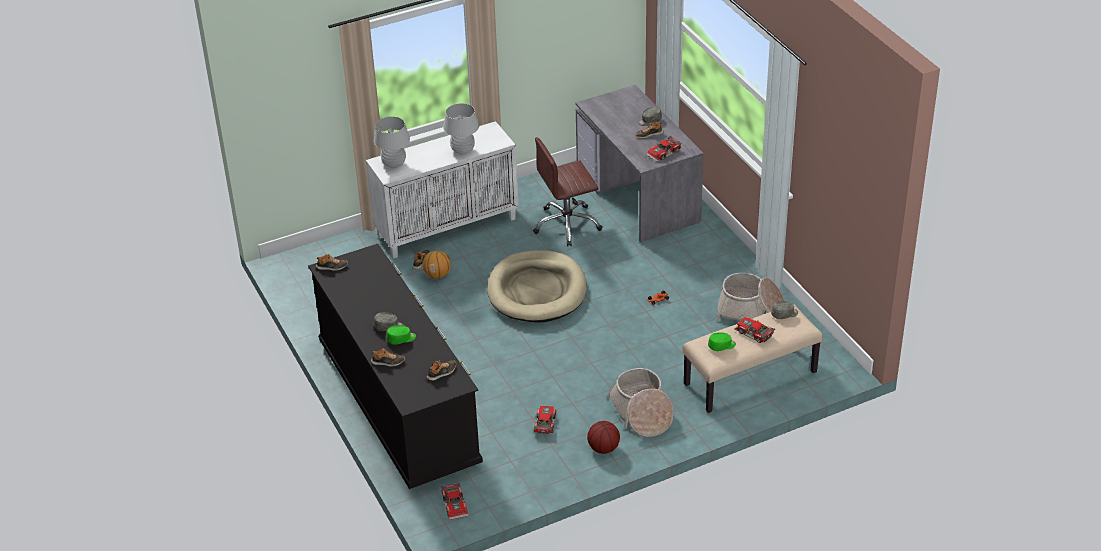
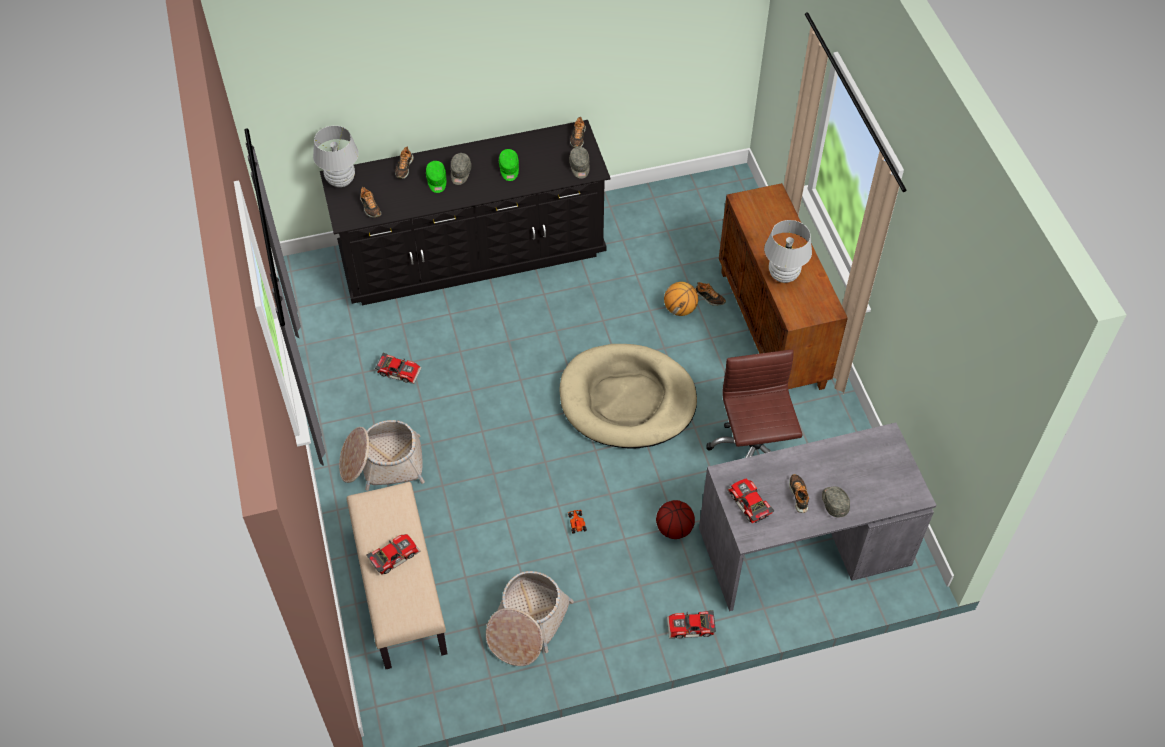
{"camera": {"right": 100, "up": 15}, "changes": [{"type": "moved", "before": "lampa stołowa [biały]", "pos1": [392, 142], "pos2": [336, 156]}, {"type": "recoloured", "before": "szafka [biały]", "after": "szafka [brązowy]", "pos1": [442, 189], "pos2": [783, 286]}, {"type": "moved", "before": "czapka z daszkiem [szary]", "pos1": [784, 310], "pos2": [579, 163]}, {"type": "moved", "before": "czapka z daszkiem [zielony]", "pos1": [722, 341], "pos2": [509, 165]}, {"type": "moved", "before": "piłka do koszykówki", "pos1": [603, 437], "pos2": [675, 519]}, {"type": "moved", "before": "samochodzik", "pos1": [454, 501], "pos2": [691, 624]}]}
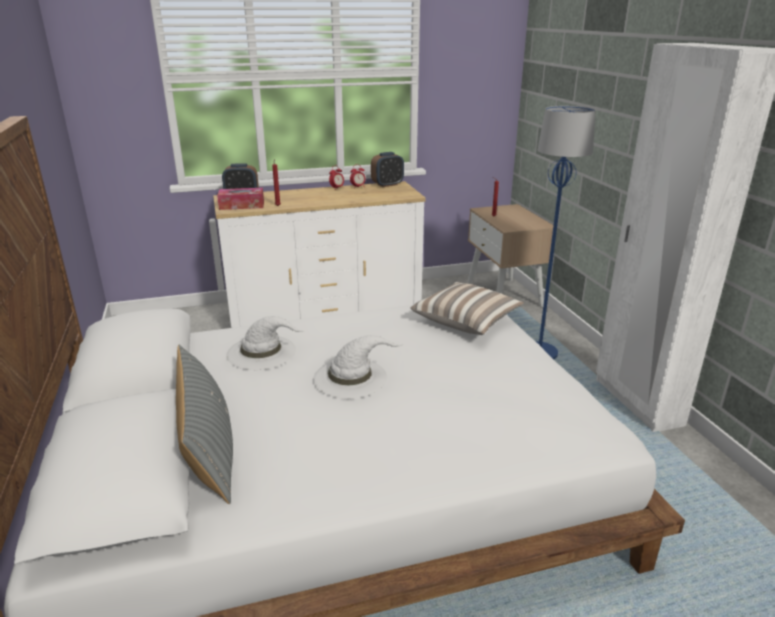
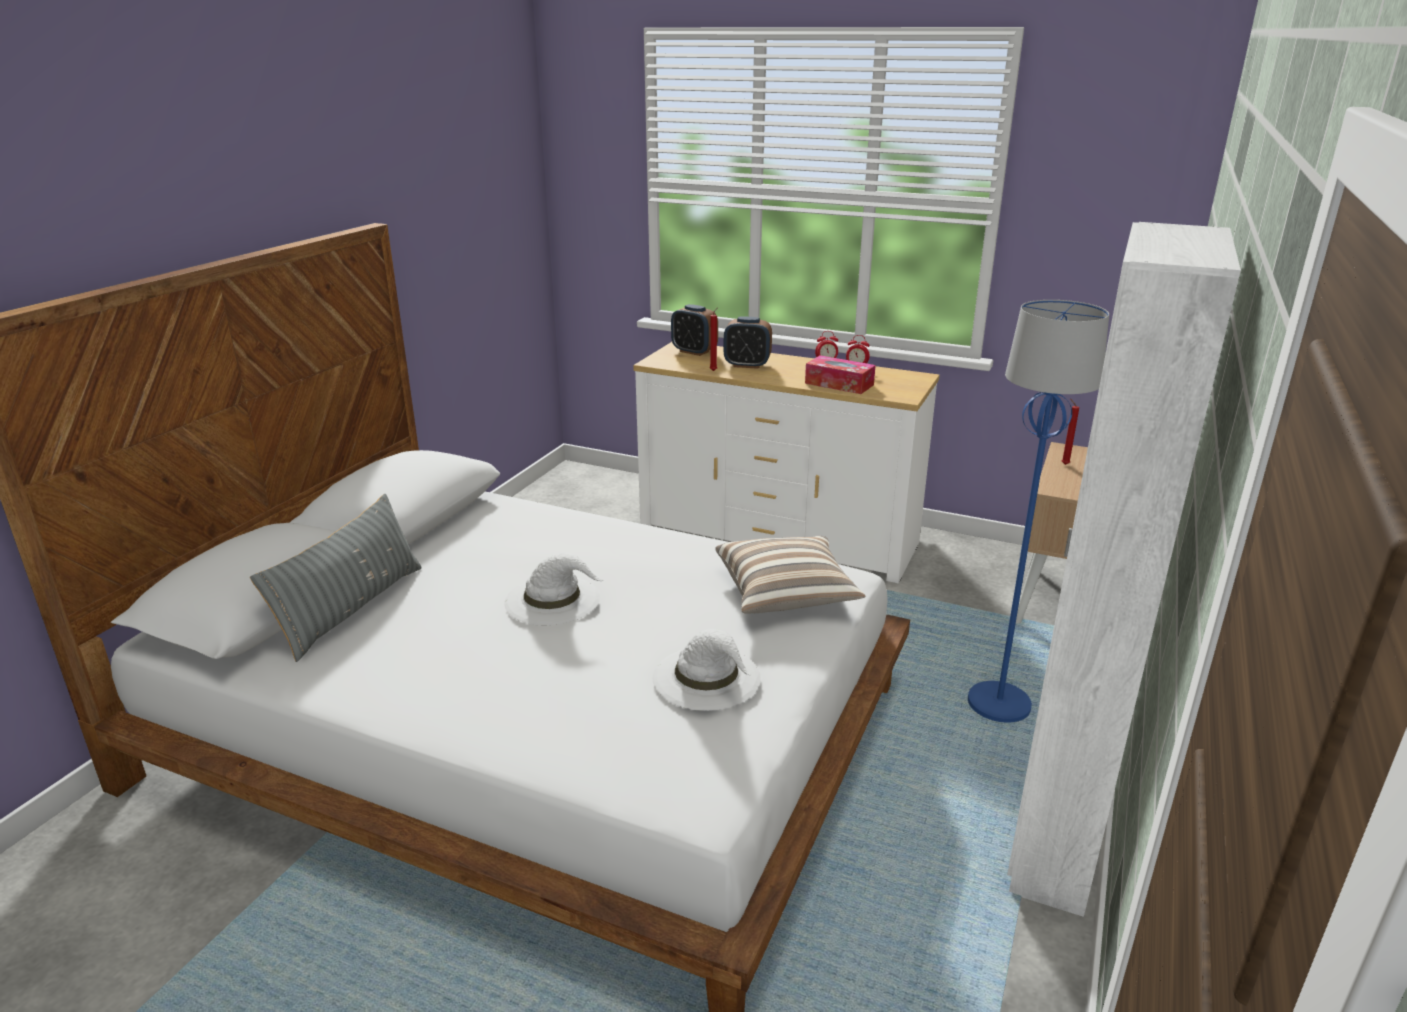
{"camera": {"right": 40, "up": 0}, "changes": [{"type": "moved", "before": "budzik", "pos1": [387, 169], "pos2": [748, 343]}, {"type": "moved", "before": "pudełko chusteczek", "pos1": [240, 199], "pos2": [840, 374]}, {"type": "moved", "before": "kapelusz [biały]", "pos1": [265, 343], "pos2": [707, 670]}]}
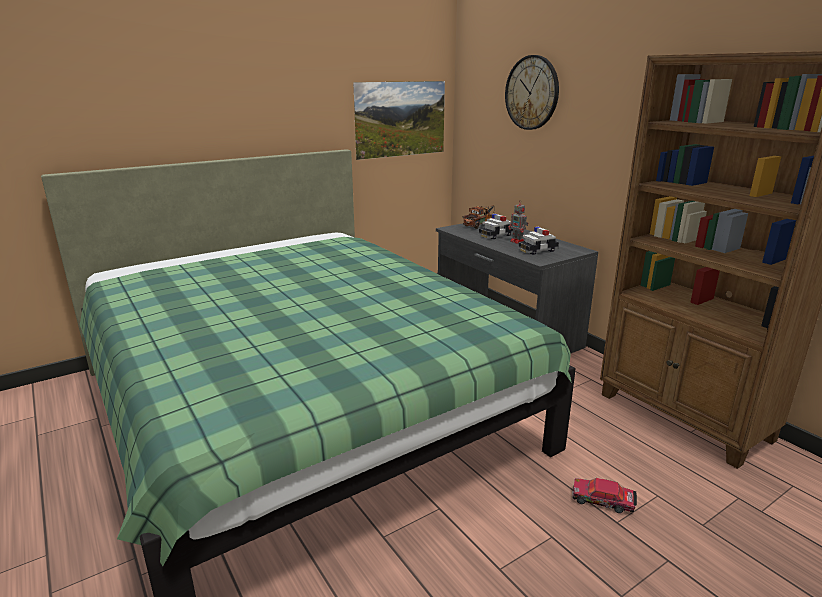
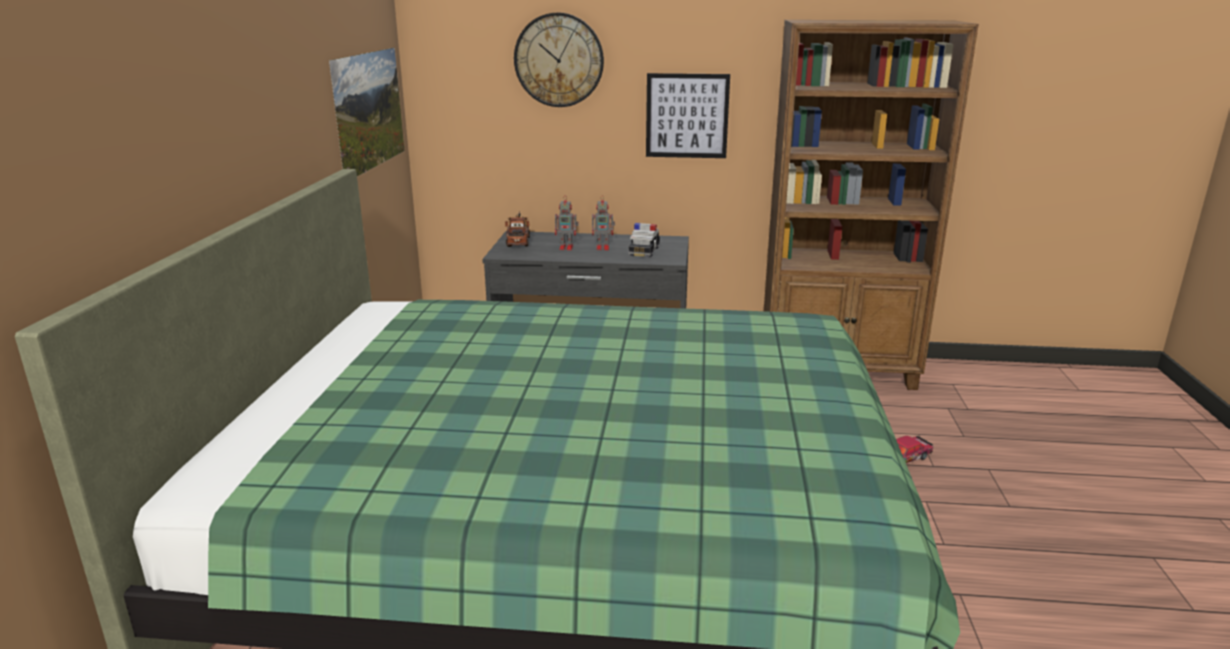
{"camera": {"right": -50, "up": 0}, "changes": [{"type": "replaced", "before": "samochodzik", "after": "robot zabawkowy", "pos1": [496, 226], "pos2": [567, 224]}, {"type": "added", "after": "obraz", "pos2": [688, 115]}]}
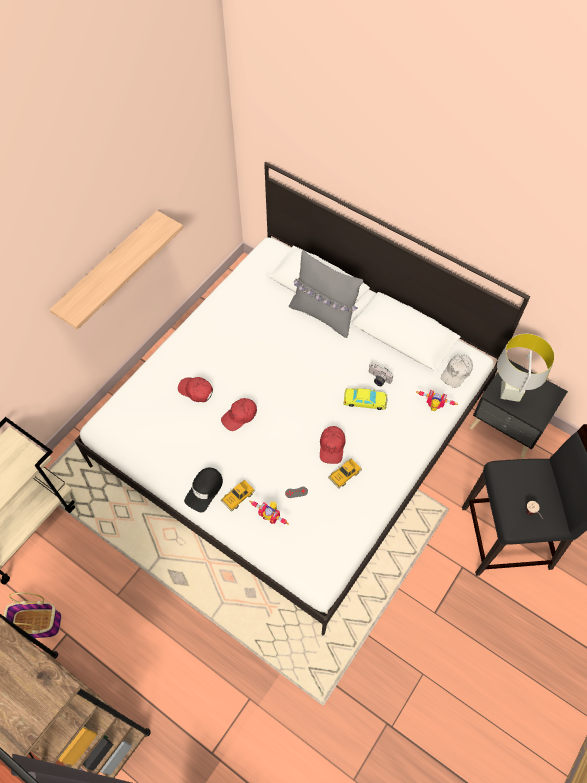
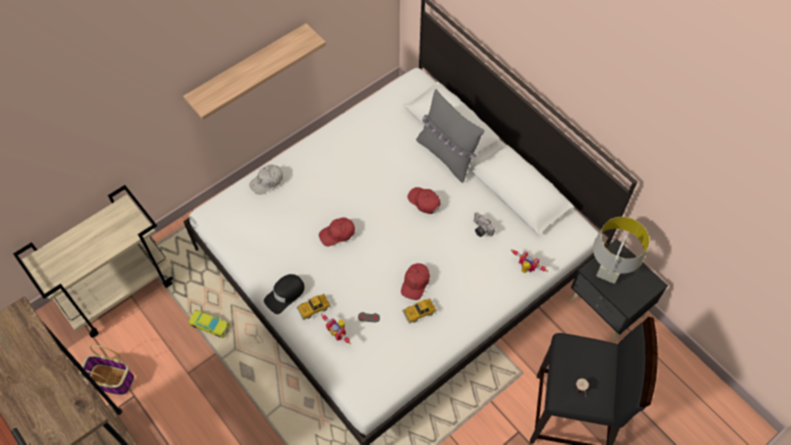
{"camera": {"right": 15, "up": 0}, "changes": [{"type": "moved", "before": "czapka z daszkiem [biały]", "pos1": [457, 371], "pos2": [266, 179]}, {"type": "moved", "before": "czapka z daszkiem [czerwony]", "pos1": [195, 389], "pos2": [424, 200]}, {"type": "moved", "before": "samochodzik [żółty]", "pos1": [365, 399], "pos2": [209, 324]}]}
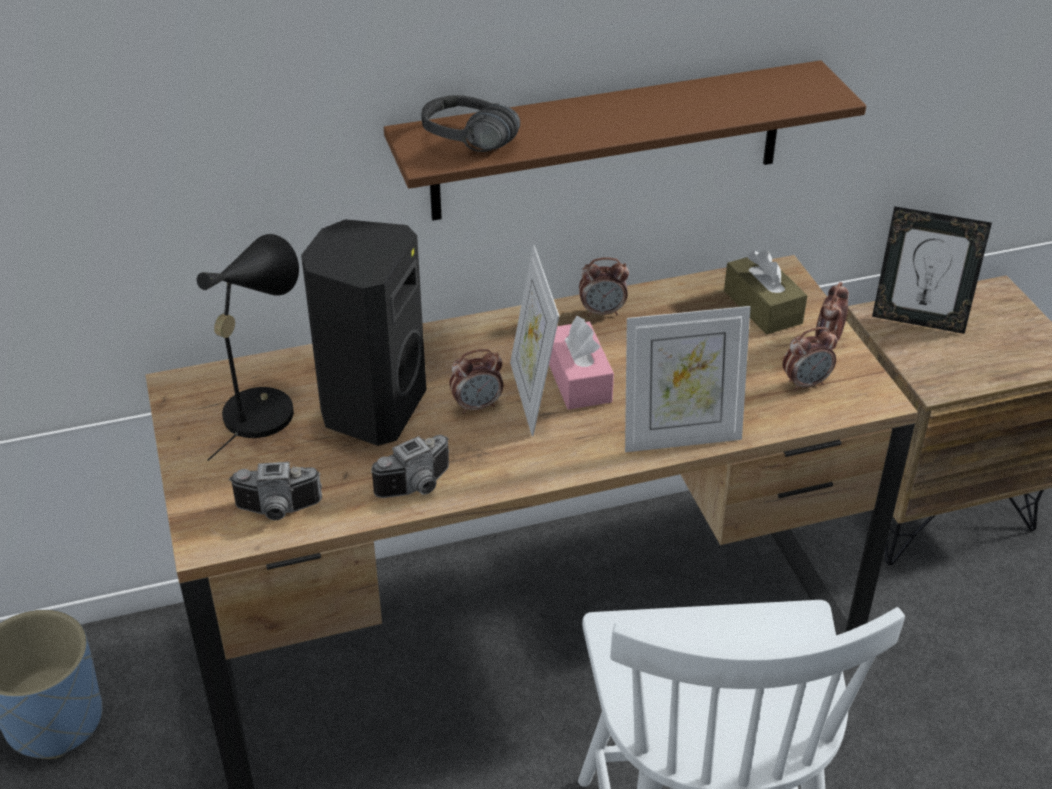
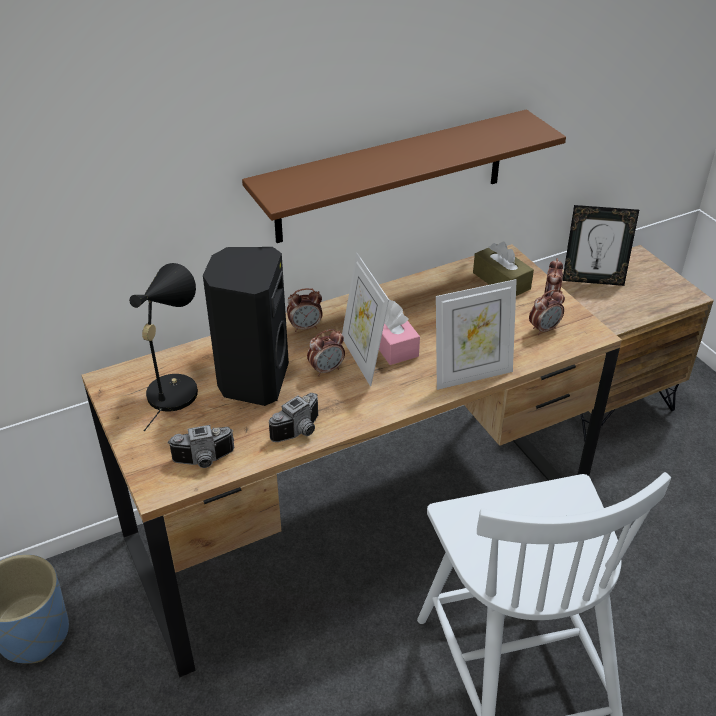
{"camera": {"right": -10, "up": 0}, "changes": [{"type": "removed", "before": "słuchawki [czarny]", "pos1": [471, 123]}, {"type": "moved", "before": "budzik", "pos1": [604, 287], "pos2": [305, 310]}]}
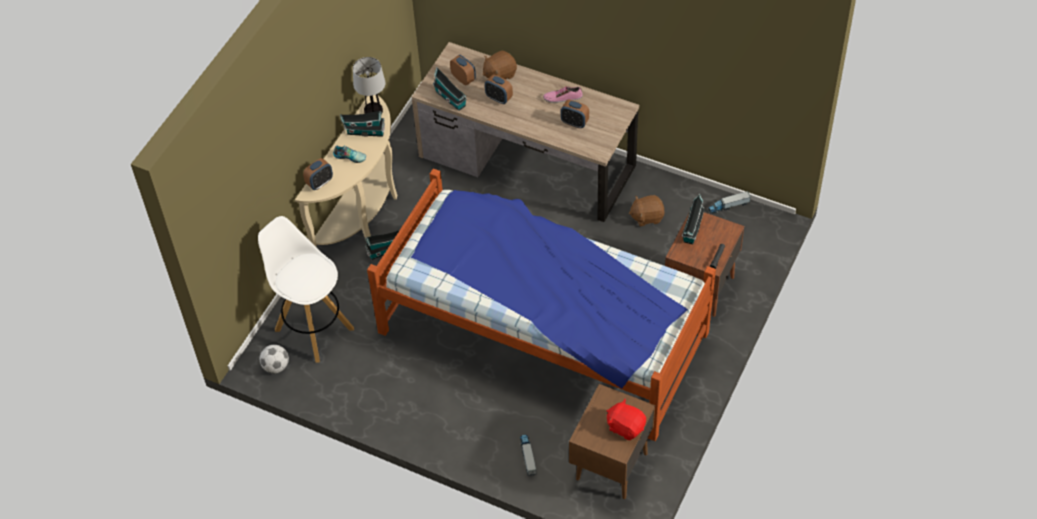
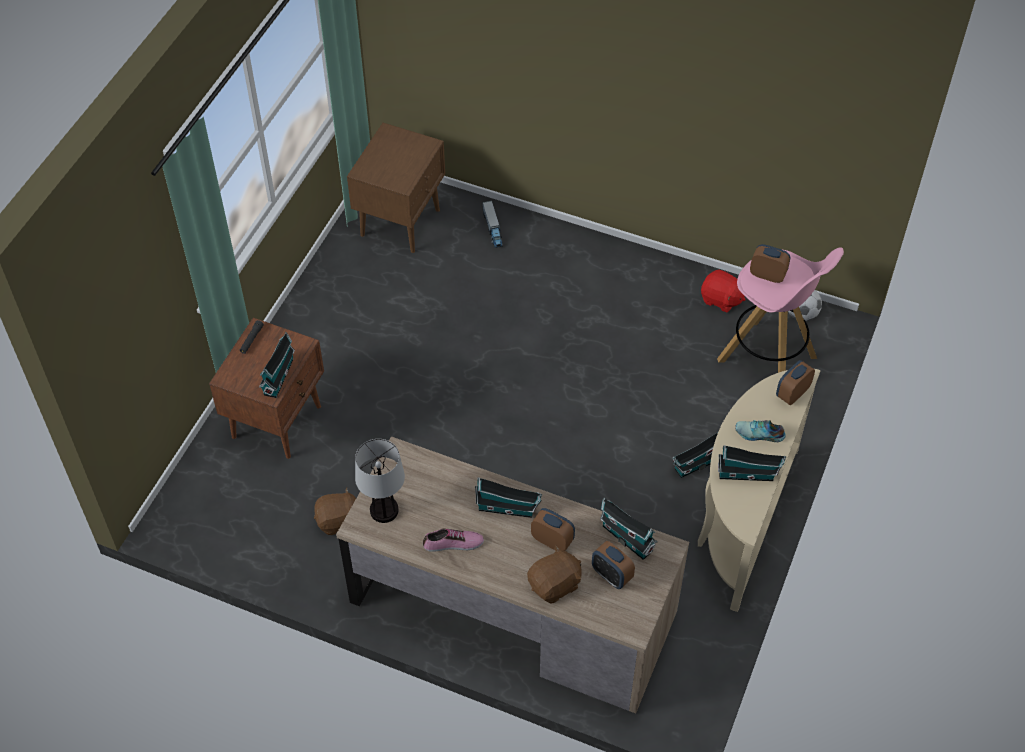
{"camera": {"right": 175, "up": 0}, "changes": [{"type": "moved", "before": "lampa stołowa", "pos1": [369, 85], "pos2": [380, 481]}, {"type": "moved", "before": "budzik", "pos1": [575, 114], "pos2": [770, 263]}, {"type": "removed", "before": "łóżko", "pos1": [541, 305]}, {"type": "removed", "before": "ciężarówka zabawkowa", "pos1": [729, 202]}, {"type": "recoloured", "before": "stołek [biały]", "after": "stołek [różowy]", "pos1": [306, 289], "pos2": [780, 310]}, {"type": "moved", "before": "pluszak [czerwony]", "pos1": [626, 419], "pos2": [723, 291]}, {"type": "added", "after": "domek", "pos2": [508, 497]}]}
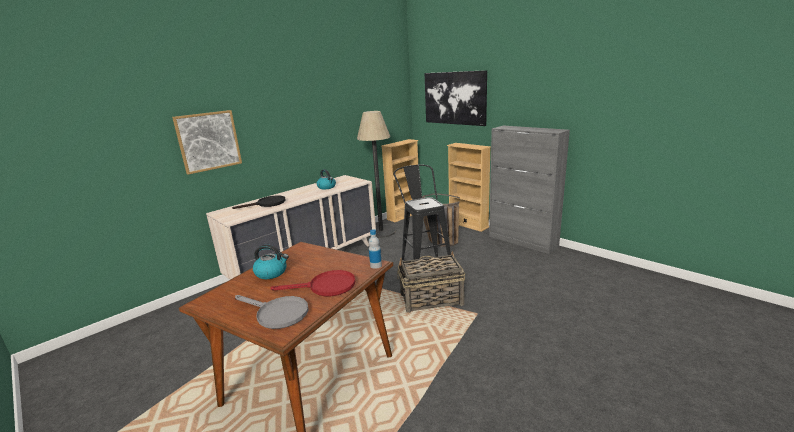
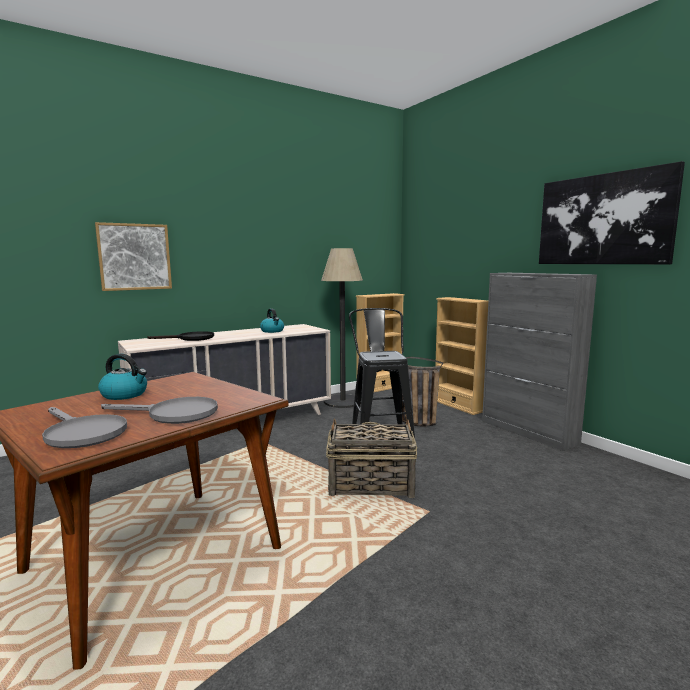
{"camera": {"right": 10, "up": -10}, "changes": [{"type": "moved", "before": "obraz", "pos1": [456, 98], "pos2": [612, 212]}, {"type": "removed", "before": "butelka", "pos1": [375, 249]}, {"type": "recoloured", "before": "patelnia [czerwony]", "after": "patelnia [szary]", "pos1": [313, 283], "pos2": [159, 410]}]}
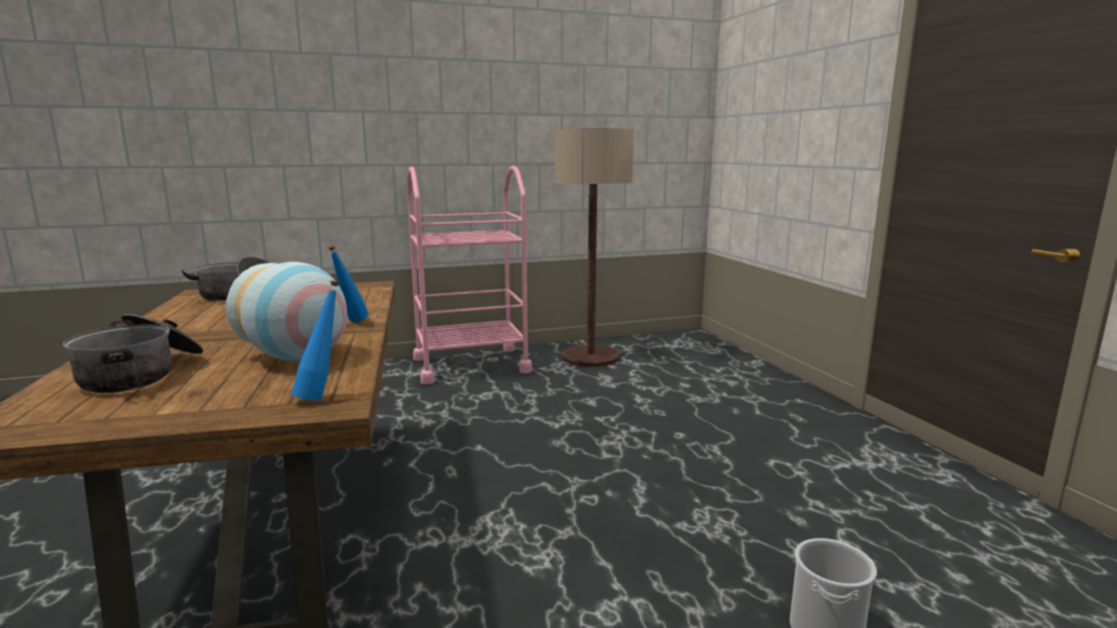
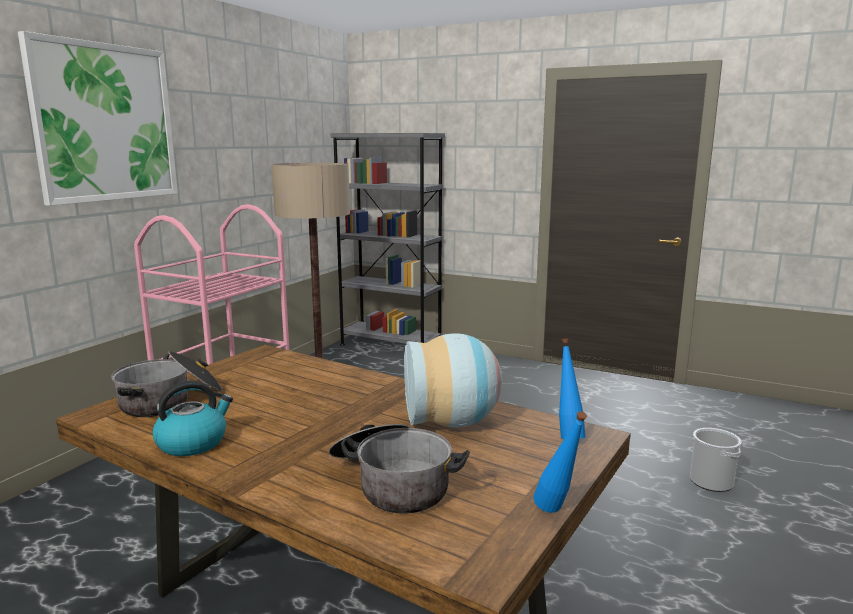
{"camera": {"right": -45, "up": 0}, "changes": [{"type": "moved", "before": "butelka [niebieski]", "pos1": [348, 283], "pos2": [560, 462]}, {"type": "added", "after": "obraz", "pos2": [98, 118]}, {"type": "added", "after": "regał [szary]", "pos2": [387, 239]}, {"type": "added", "after": "czajnik", "pos2": [192, 418]}]}
